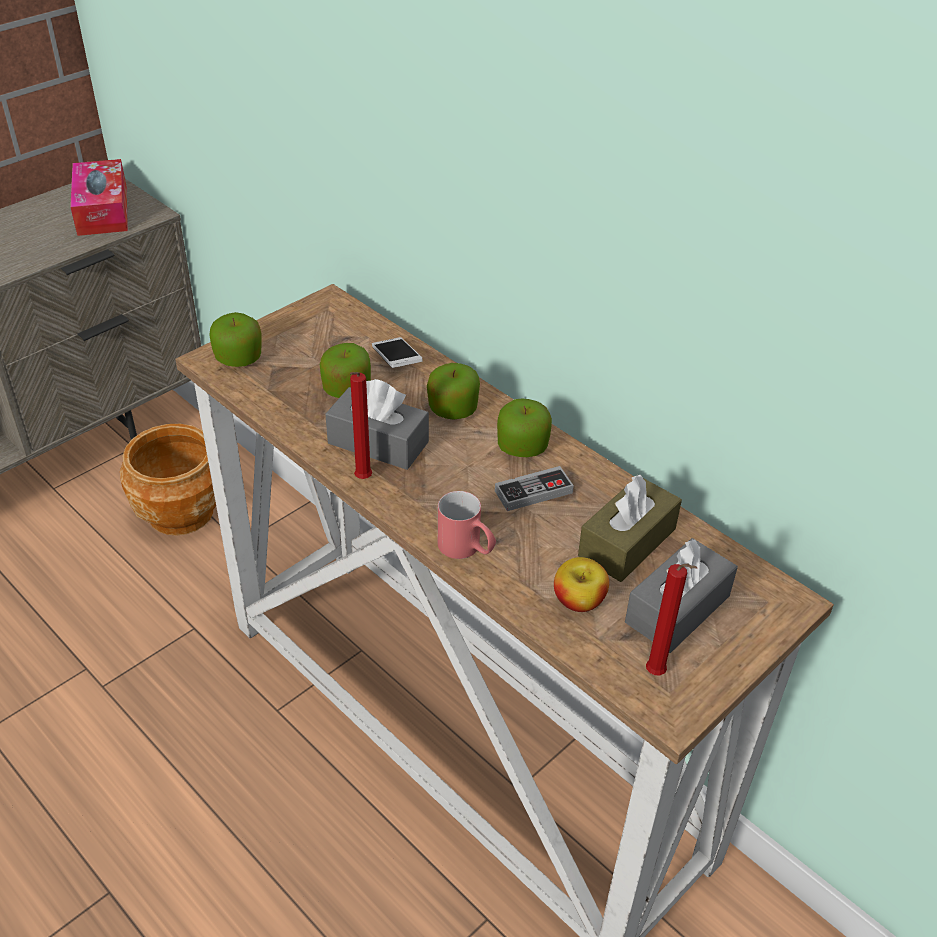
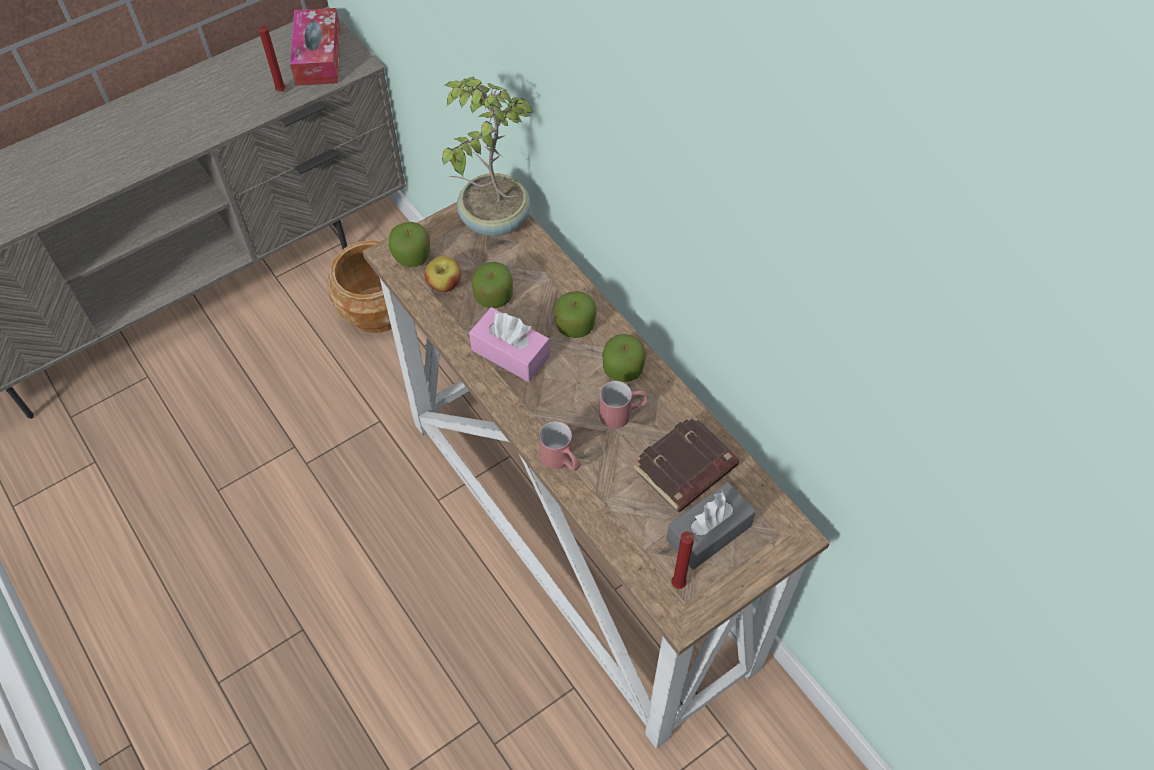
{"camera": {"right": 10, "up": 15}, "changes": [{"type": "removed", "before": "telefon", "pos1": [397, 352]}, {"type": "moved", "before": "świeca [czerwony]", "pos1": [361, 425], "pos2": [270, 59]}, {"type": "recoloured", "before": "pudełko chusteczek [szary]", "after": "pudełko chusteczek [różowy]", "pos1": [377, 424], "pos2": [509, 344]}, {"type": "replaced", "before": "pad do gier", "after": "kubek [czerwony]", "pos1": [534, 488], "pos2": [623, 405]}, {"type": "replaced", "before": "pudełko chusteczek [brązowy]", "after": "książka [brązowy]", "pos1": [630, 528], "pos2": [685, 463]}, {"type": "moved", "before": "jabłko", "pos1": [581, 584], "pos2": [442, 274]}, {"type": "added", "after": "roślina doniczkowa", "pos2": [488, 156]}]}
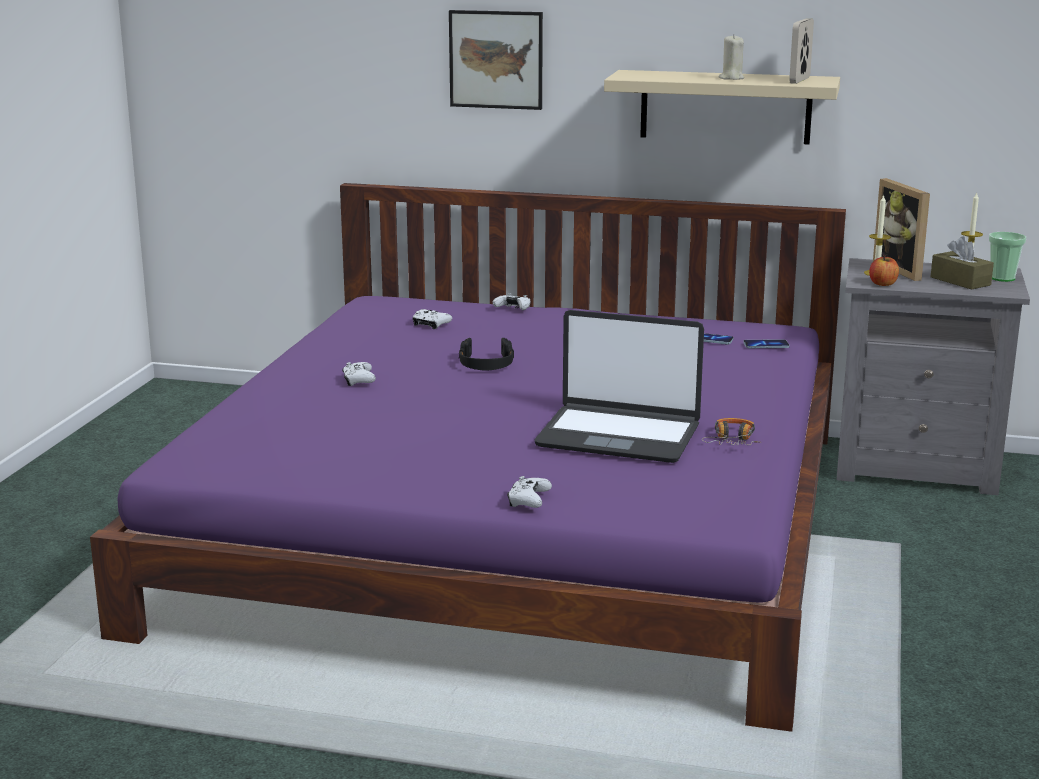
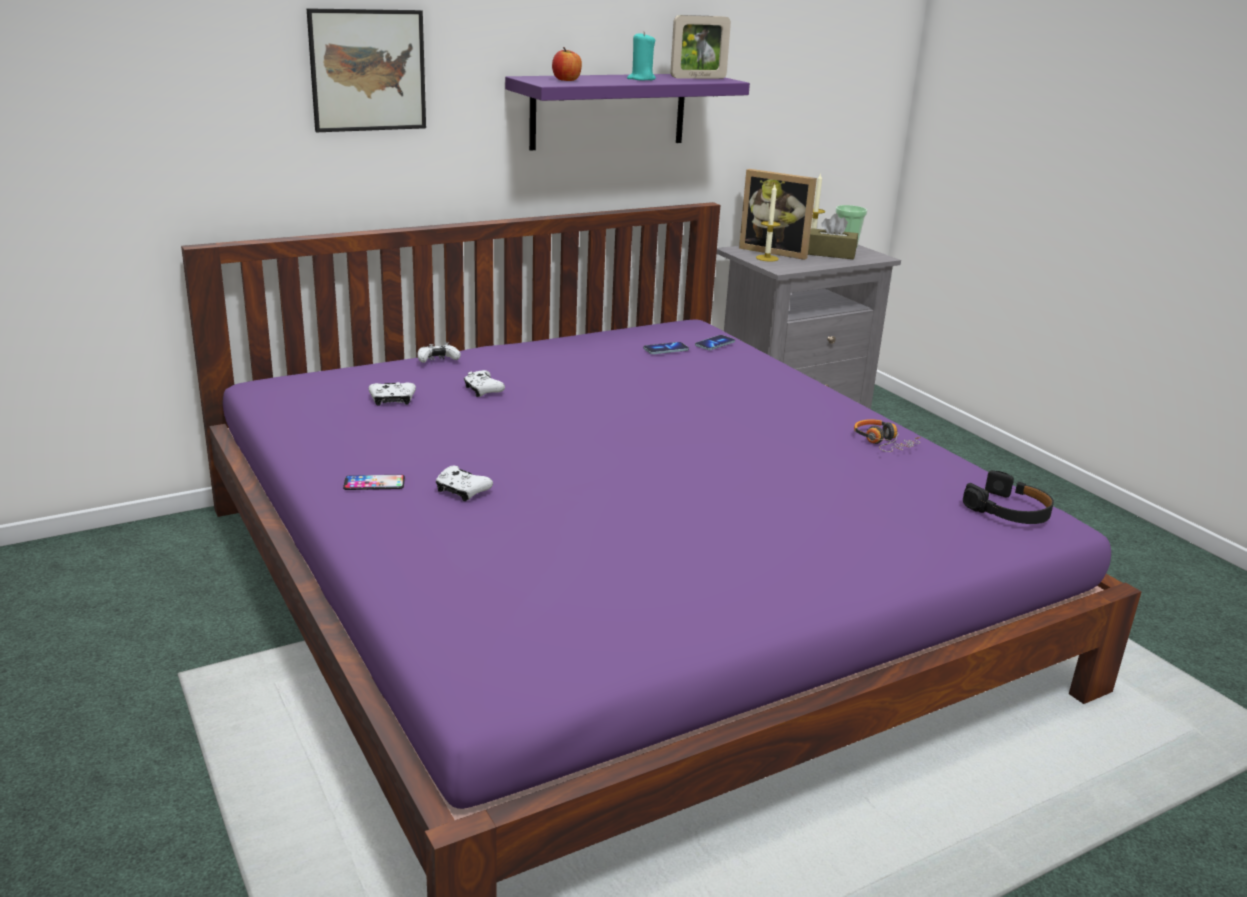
{"camera": {"right": -45, "up": 5}, "changes": [{"type": "turned", "before": "ramka na zdjęcie", "pos1": [801, 51], "pos2": [700, 47], "turn": -90}, {"type": "recoloured", "before": "świeca [beżowy]", "after": "świeca [turkusowy]", "pos1": [731, 57], "pos2": [641, 56]}, {"type": "recoloured", "before": "półka [beżowy]", "after": "półka [fioletowy]", "pos1": [722, 107], "pos2": [627, 112]}, {"type": "moved", "before": "jabłko", "pos1": [884, 270], "pos2": [567, 64]}, {"type": "removed", "before": "laptop", "pos1": [619, 386]}, {"type": "moved", "before": "słuchawki [czarny]", "pos1": [486, 354], "pos2": [1008, 497]}, {"type": "moved", "before": "pad do gier [biały]", "pos1": [529, 492], "pos2": [484, 383]}, {"type": "added", "after": "telefon", "pos2": [374, 482]}]}
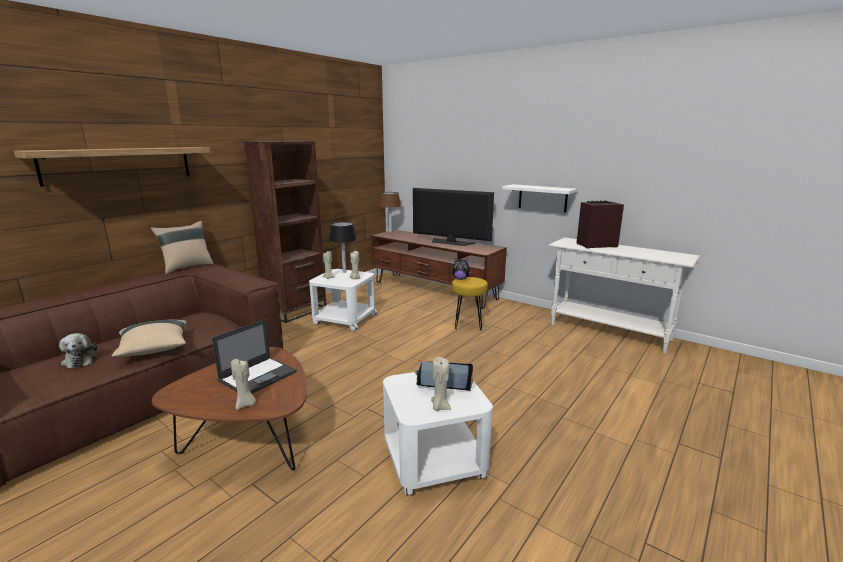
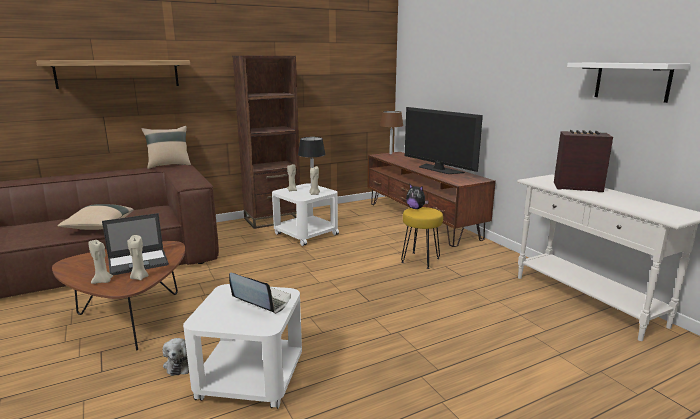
{"camera": {"right": 25, "up": 0}, "changes": [{"type": "moved", "before": "półka [biały]", "pos1": [540, 198], "pos2": [629, 83]}, {"type": "moved", "before": "pluszak", "pos1": [78, 350], "pos2": [176, 357]}, {"type": "moved", "before": "świeca [beżowy]", "pos1": [441, 384], "pos2": [138, 257]}]}
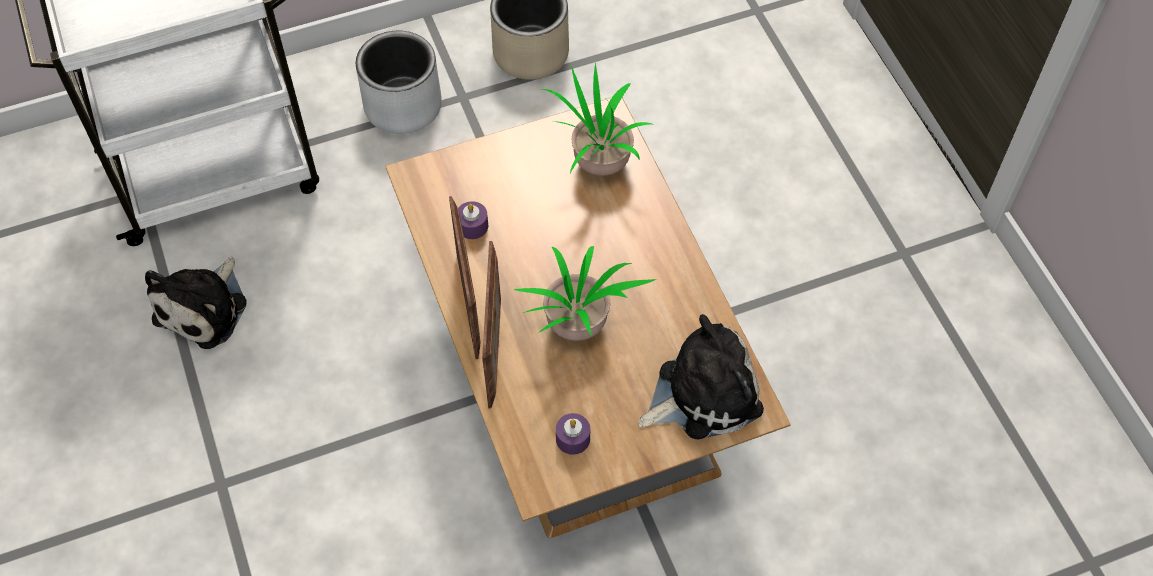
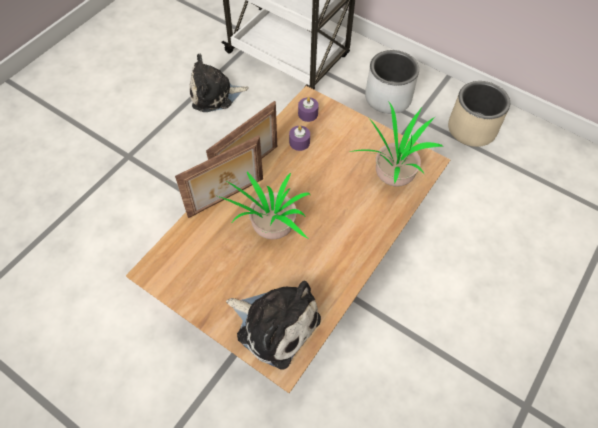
{"camera": {"right": 55, "up": 0}, "changes": [{"type": "moved", "before": "świeca [fioletowy]", "pos1": [573, 434], "pos2": [308, 109]}]}
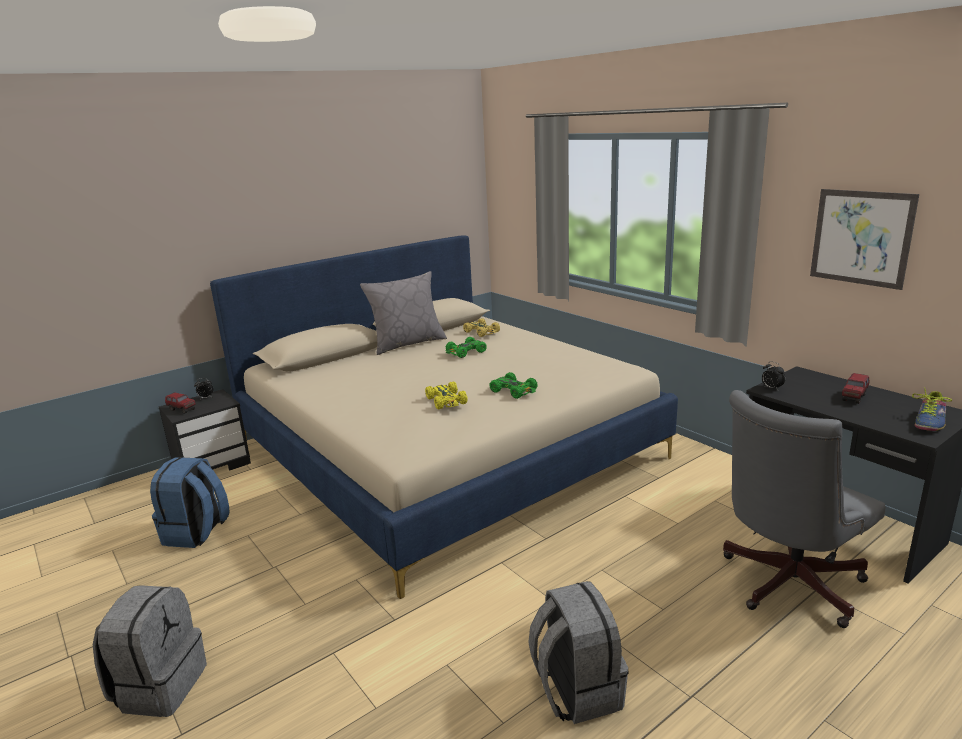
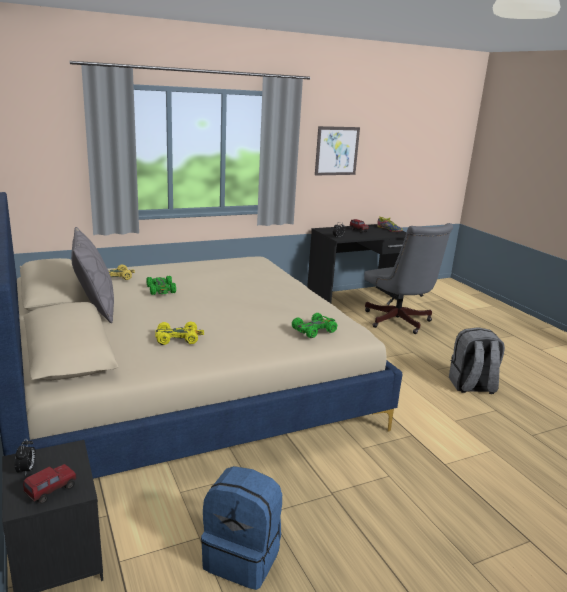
{"camera": {"right": -80, "up": 0}, "changes": [{"type": "moved", "before": "samochodzik [zielony]", "pos1": [513, 385], "pos2": [315, 325]}, {"type": "moved", "before": "samochodzik [żółty]", "pos1": [446, 395], "pos2": [179, 333]}, {"type": "removed", "before": "plecak [szary]", "pos1": [150, 651]}]}
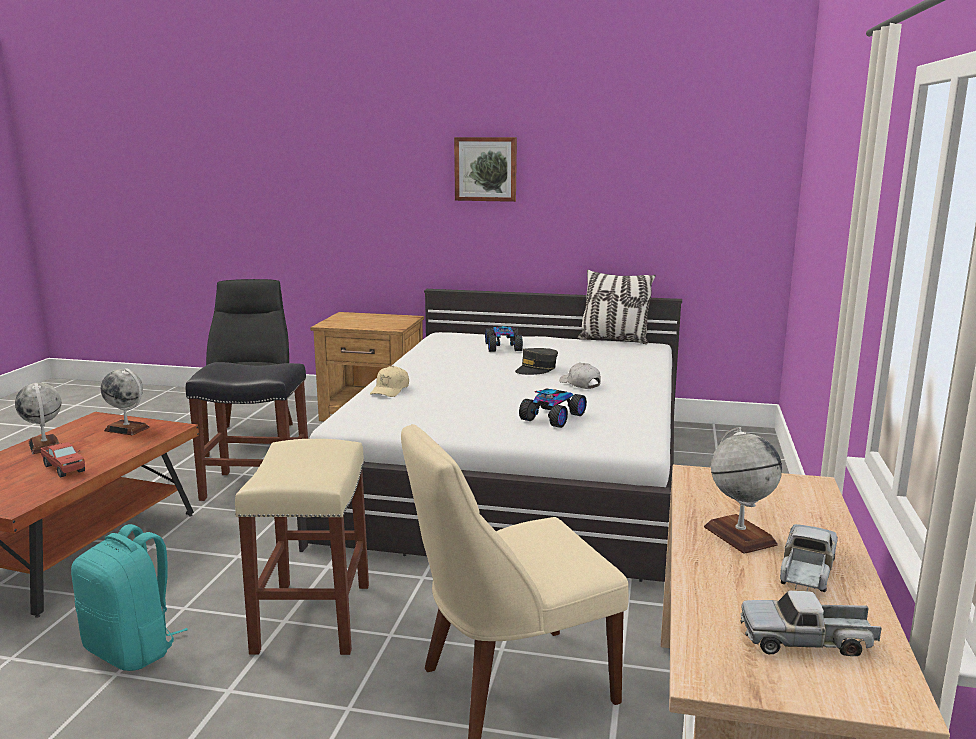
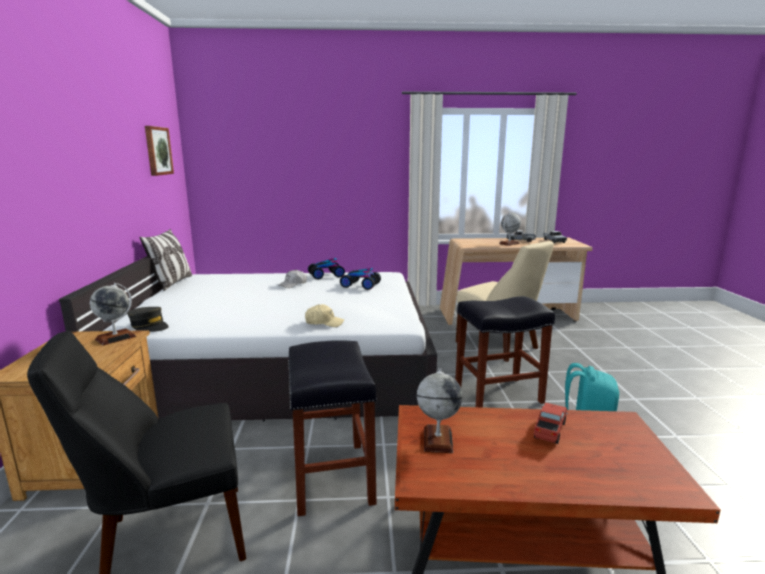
{"camera": {"right": -105, "up": 0}, "changes": [{"type": "moved", "before": "obraz", "pos1": [485, 169], "pos2": [159, 151]}, {"type": "moved", "before": "samochodzik", "pos1": [504, 339], "pos2": [326, 268]}, {"type": "moved", "before": "czapka z daszkiem [szary]", "pos1": [536, 361], "pos2": [148, 319]}, {"type": "moved", "before": "globus", "pos1": [38, 418], "pos2": [113, 314]}, {"type": "recoloured", "before": "stołek [beżowy]", "after": "stołek [czarny]", "pos1": [302, 547], "pos2": [505, 351]}]}
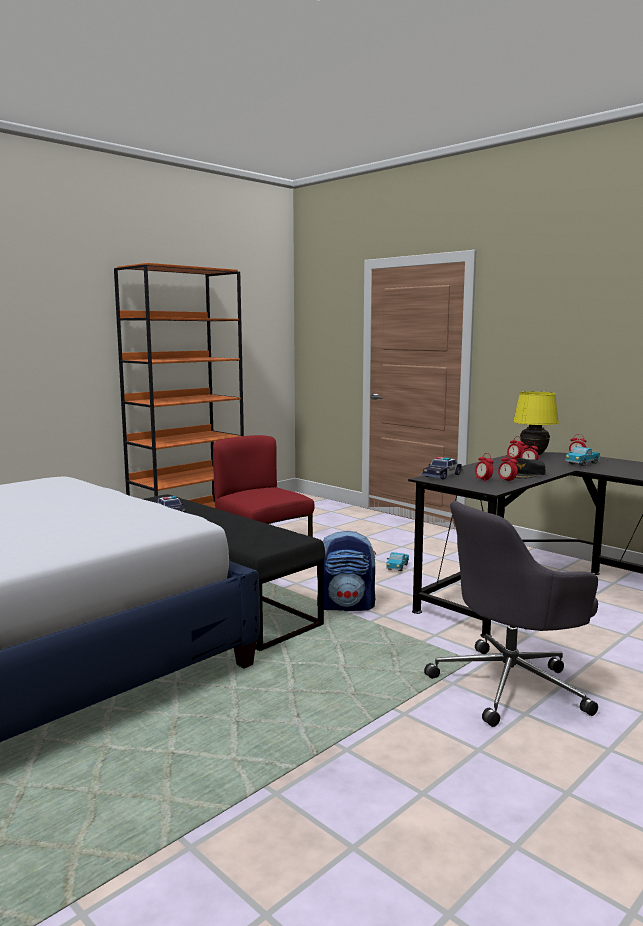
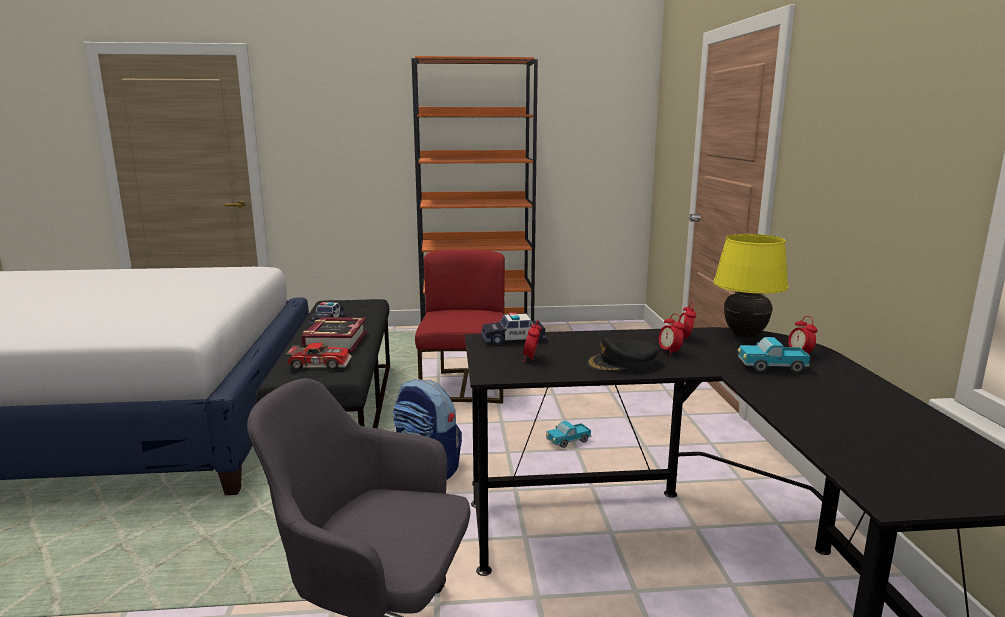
{"camera": {"right": 40, "up": 5}, "changes": [{"type": "removed", "before": "budzik", "pos1": [508, 468]}, {"type": "added", "after": "książka", "pos2": [334, 334]}, {"type": "added", "after": "samochodzik", "pos2": [318, 356]}]}
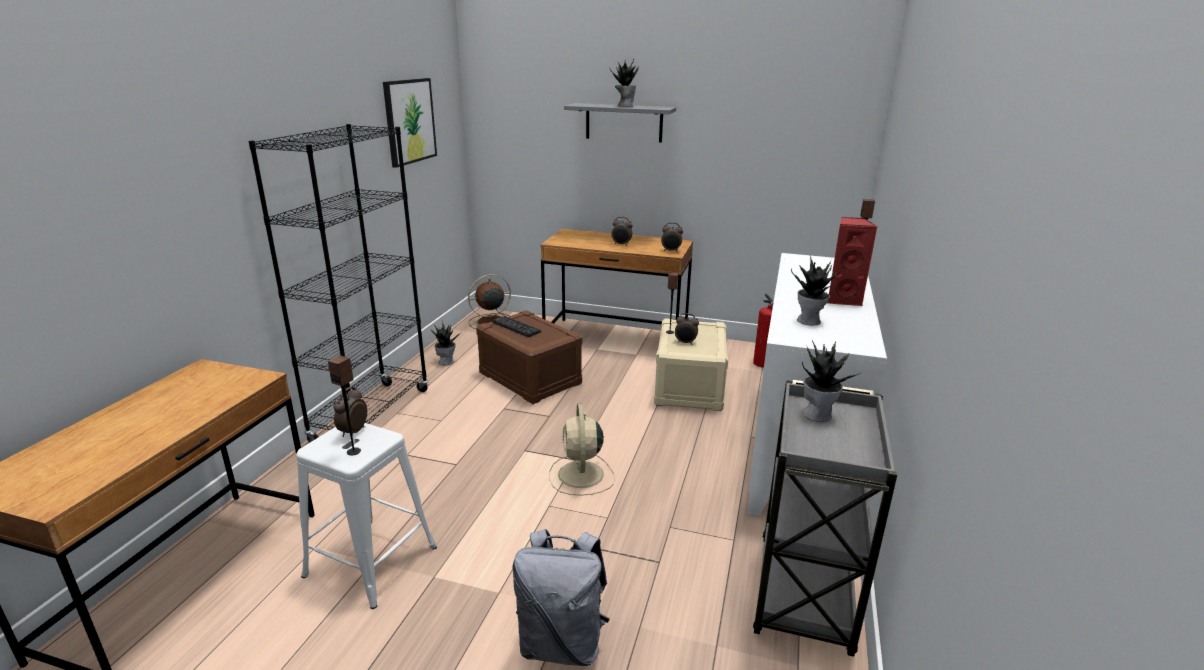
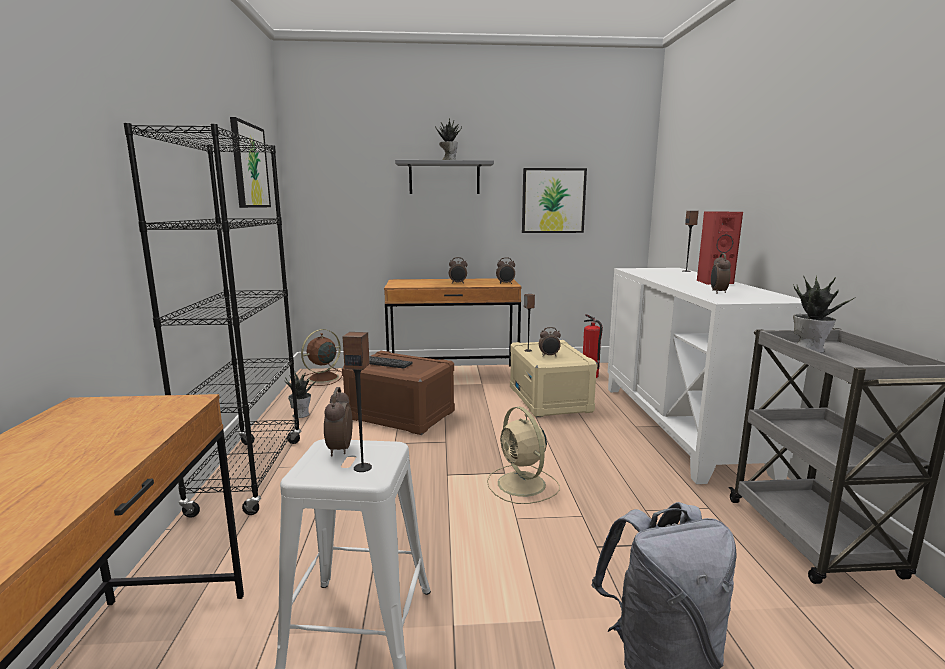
{"camera": {"right": -20, "up": -10}, "changes": [{"type": "replaced", "before": "roślina doniczkowa", "after": "budzik", "pos1": [814, 290], "pos2": [721, 273]}, {"type": "added", "after": "obraz", "pos2": [554, 200]}]}
